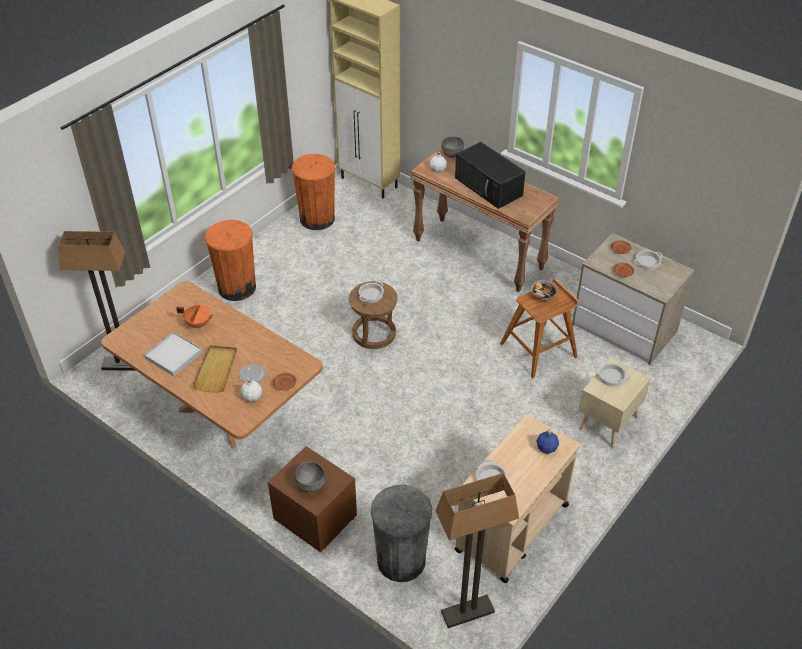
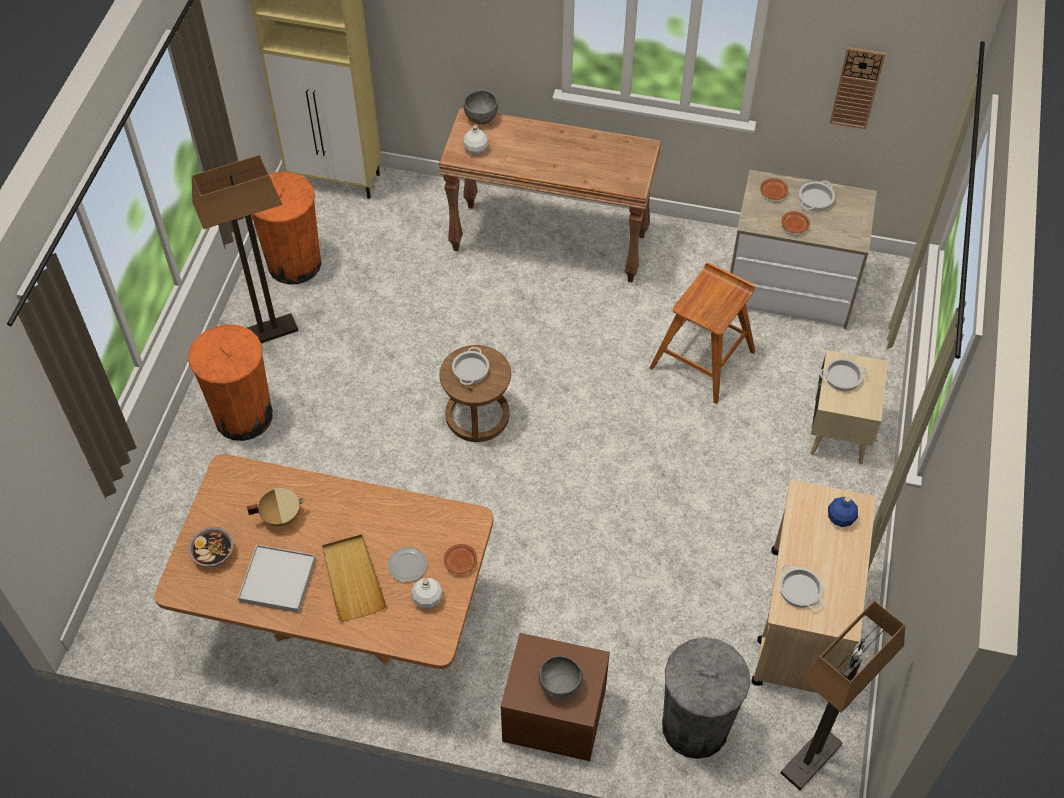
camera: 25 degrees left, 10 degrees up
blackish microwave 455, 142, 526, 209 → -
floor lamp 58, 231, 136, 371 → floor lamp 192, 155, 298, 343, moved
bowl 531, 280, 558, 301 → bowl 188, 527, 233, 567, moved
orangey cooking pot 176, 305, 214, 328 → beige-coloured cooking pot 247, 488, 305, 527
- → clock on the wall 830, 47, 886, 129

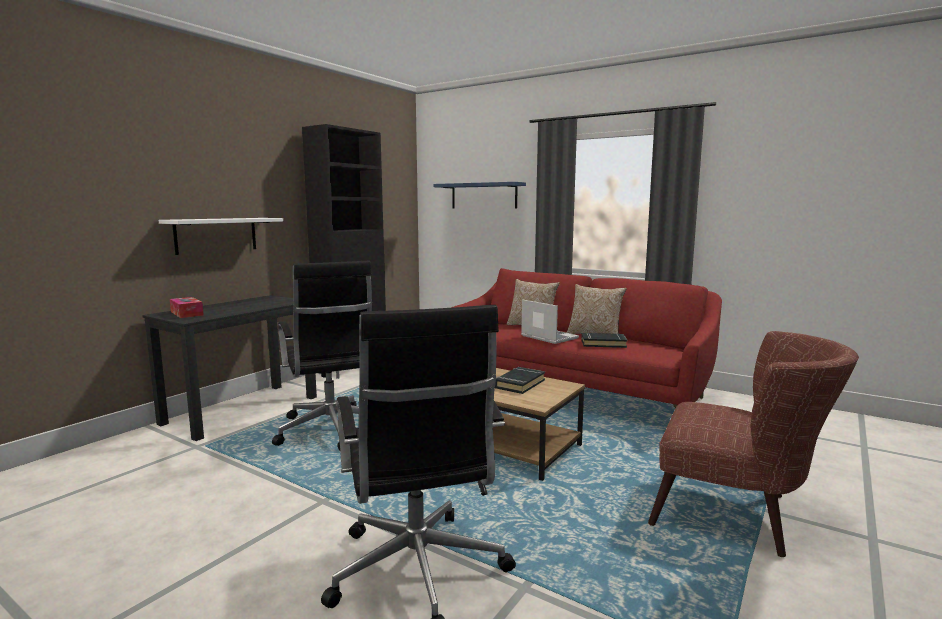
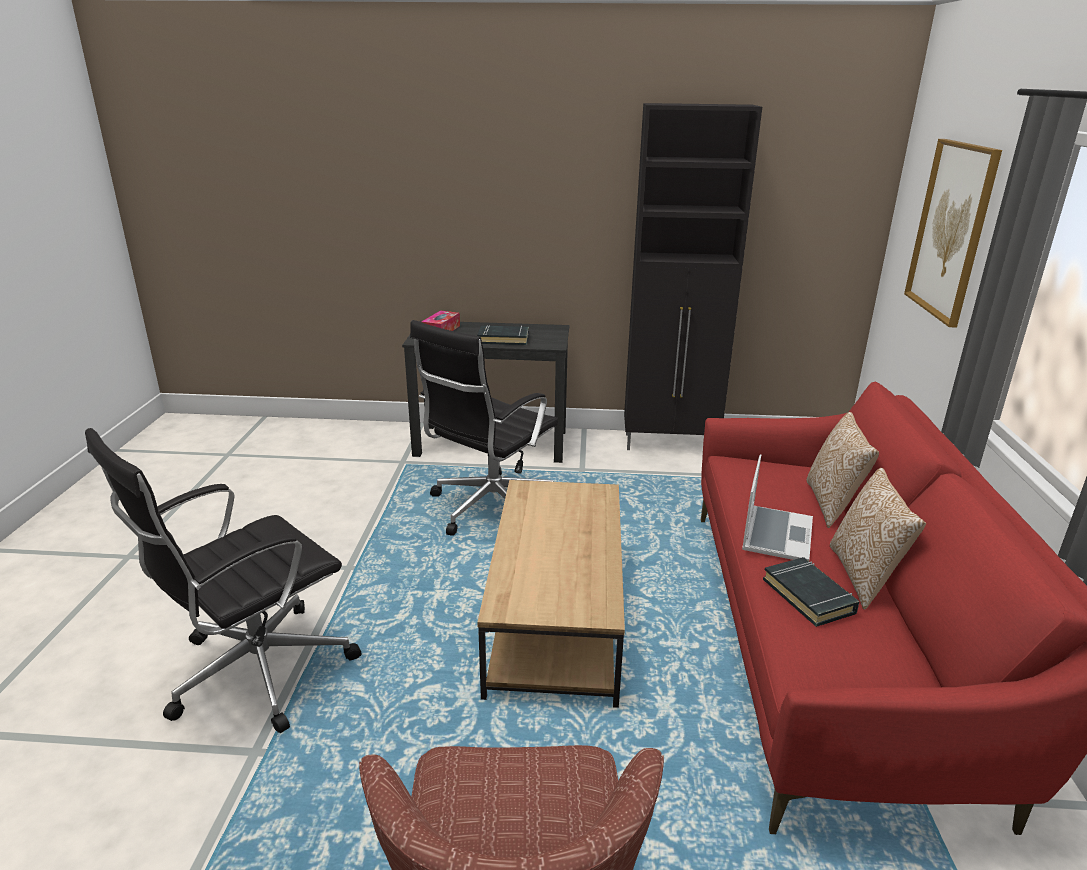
camera: 60 degrees right, 15 degrees up
blue-coloured bracket shelf 434, 182, 526, 209 → picture 904, 139, 1002, 328
white-coloured bracket shelf 159, 218, 283, 255 → -
blackish bound book 495, 367, 545, 394 → blackish bound book 477, 325, 529, 345, moved

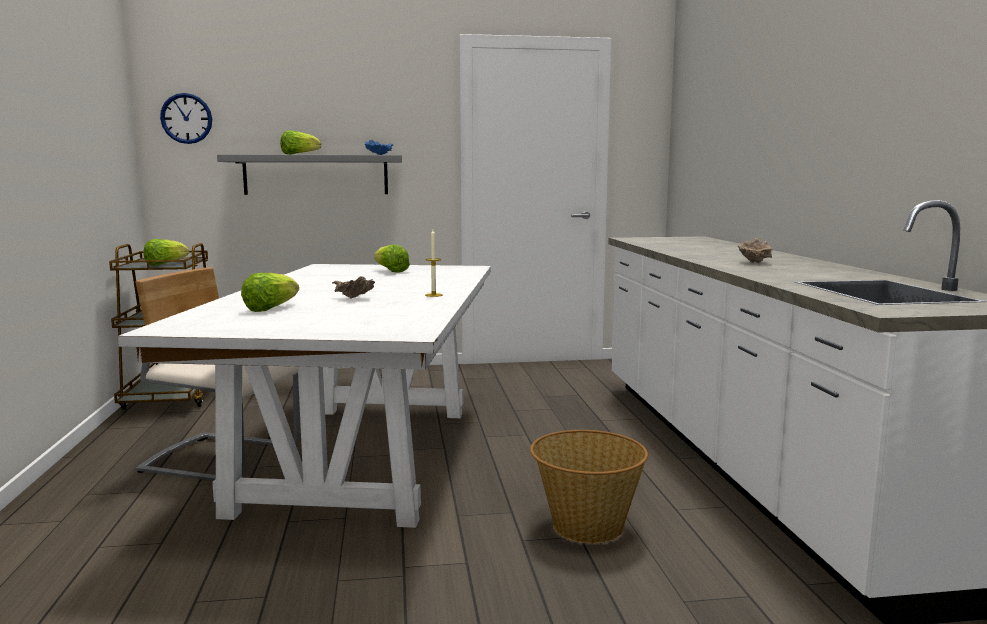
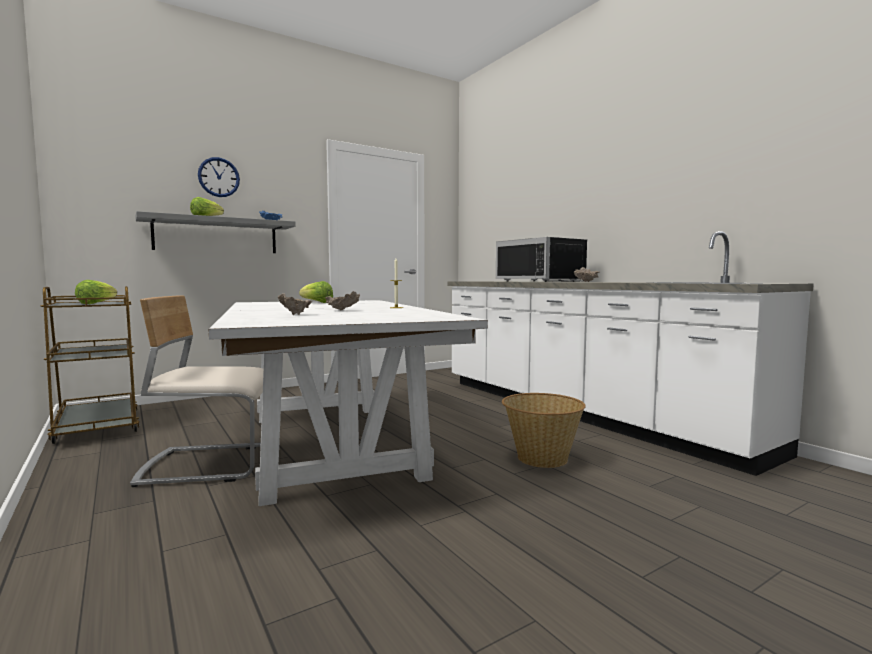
camera: 25 degrees left, 5 degrees down
clock on the wall 160, 93, 212, 144 → clock on the wall 198, 157, 240, 197, moved
lettuce head 241, 273, 299, 312 → beige-coloured bowl 278, 293, 312, 315
- → blackish microwave 496, 237, 587, 282

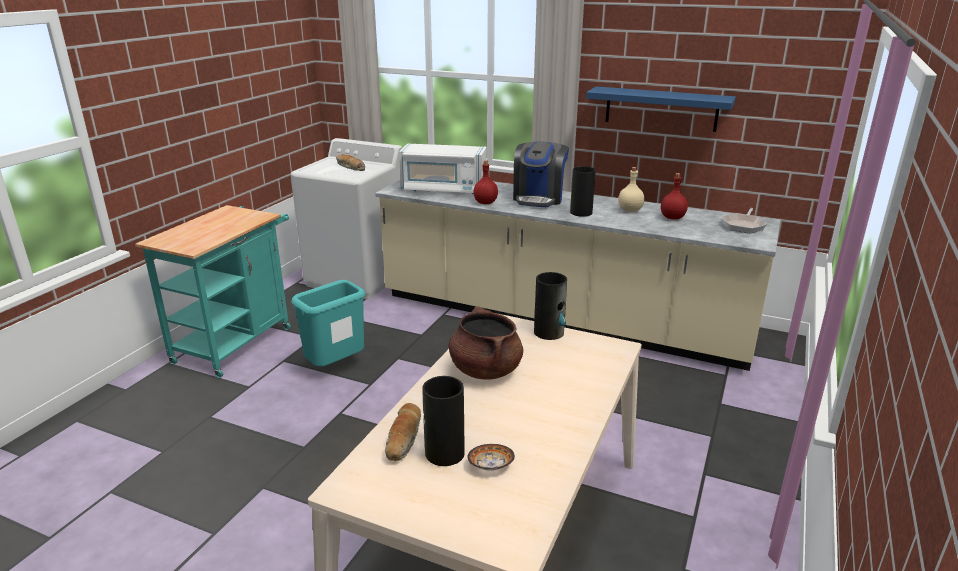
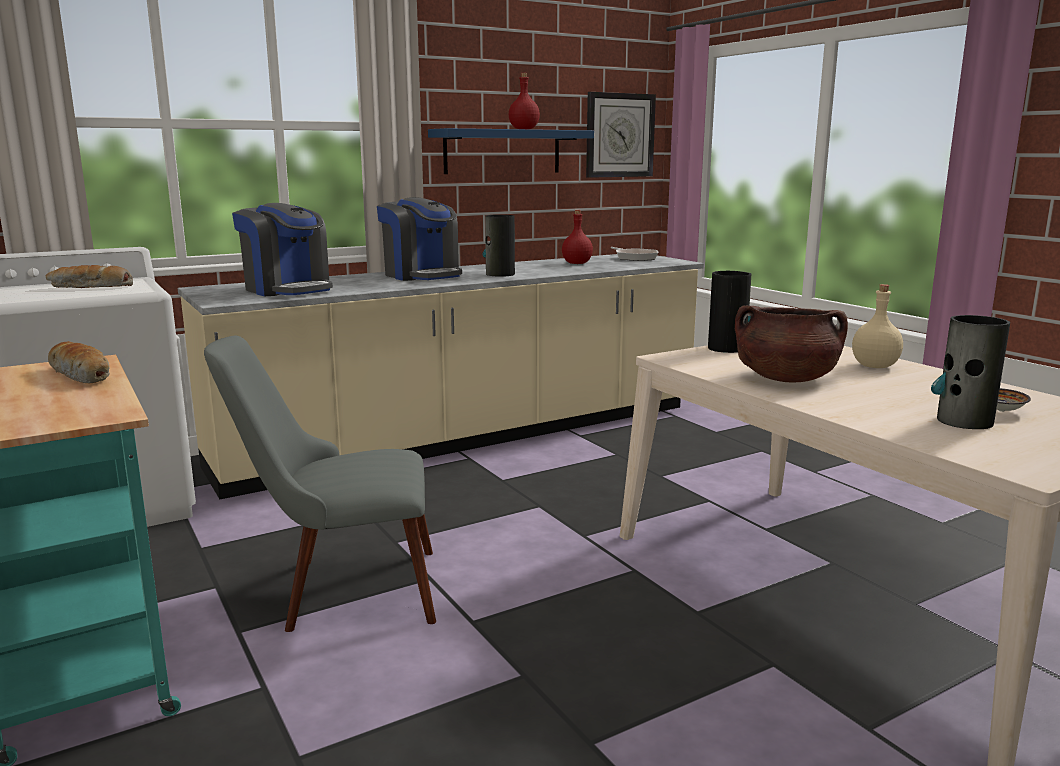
camera: 55 degrees left, 10 degrees down
white-coloured microwave 399, 144, 487, 194 → coffee maker 232, 203, 333, 296
red drink bottle 473, 160, 498, 204 → red drink bottle 509, 73, 540, 129, moved
beige-coloured drink bottle 618, 167, 645, 212 → beige-coloured drink bottle 852, 284, 903, 368, moved
blue-green trash can 291, 280, 366, 366 → gray upright chair 204, 335, 436, 632
bread 385, 403, 421, 461 → bread 48, 341, 110, 383, moved
- → clock on the wall 586, 92, 656, 178

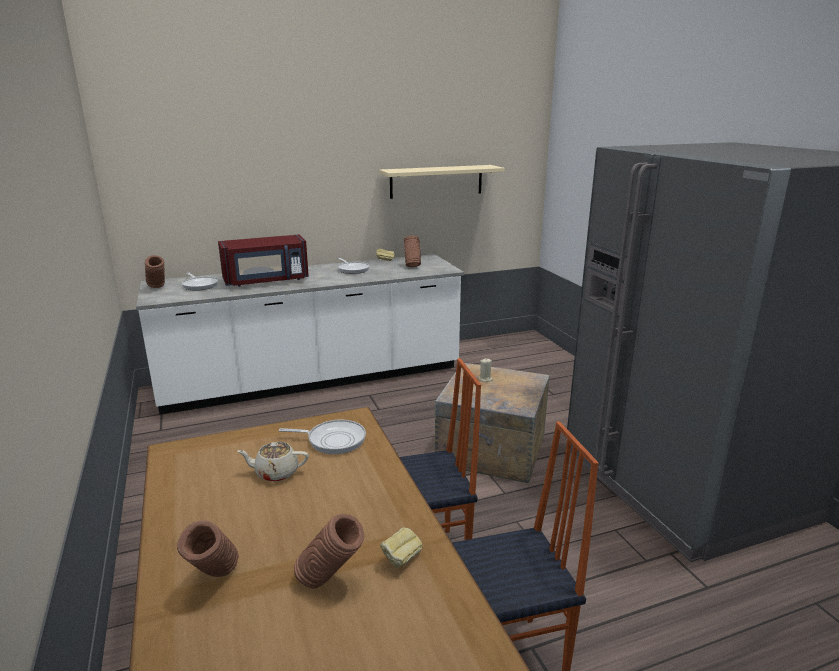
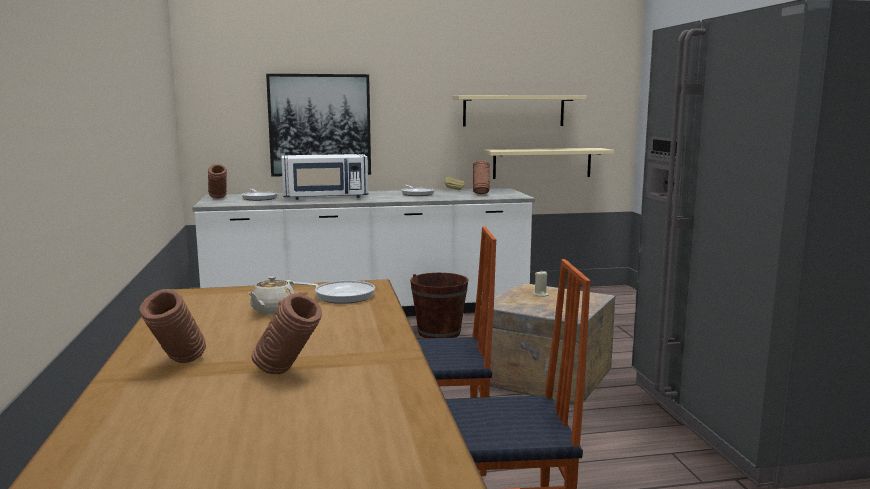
camera: 10 degrees right, 10 degrees down
red microwave 218, 235, 309, 287 → white-coloured microwave 281, 154, 368, 200
beige-coloured pot for tea 237, 442, 309, 482 → beige-coloured pot for tea 248, 276, 295, 314, 75 degrees counterclockwise
bread 380, 528, 423, 568 → -
- → picture 266, 74, 371, 177
- → beige-coloured bracket shelf 483, 148, 614, 179
- → brown-coloured pail 410, 273, 469, 338

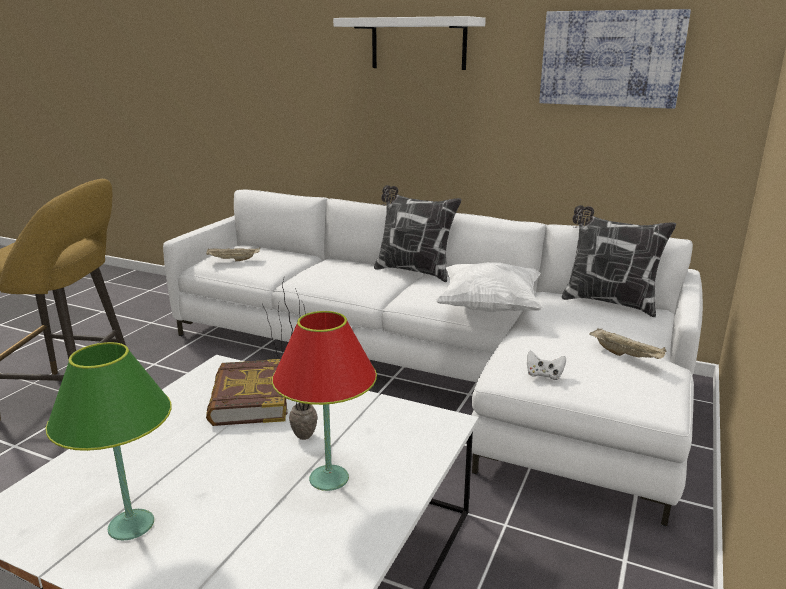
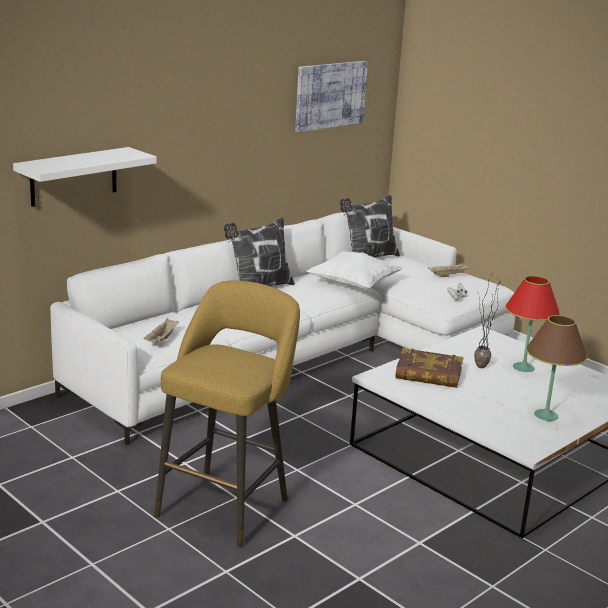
camera: 70 degrees left, 0 degrees up
white-coloured bracket shelf 333, 16, 486, 70 → white-coloured bracket shelf 13, 147, 157, 207, moved
green tabletop lamp 46, 342, 172, 540 → brown-coloured tabletop lamp 526, 315, 587, 421

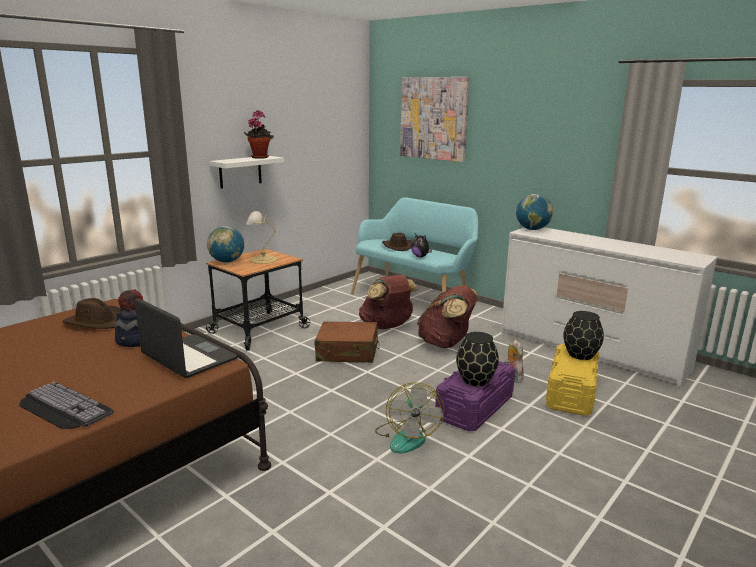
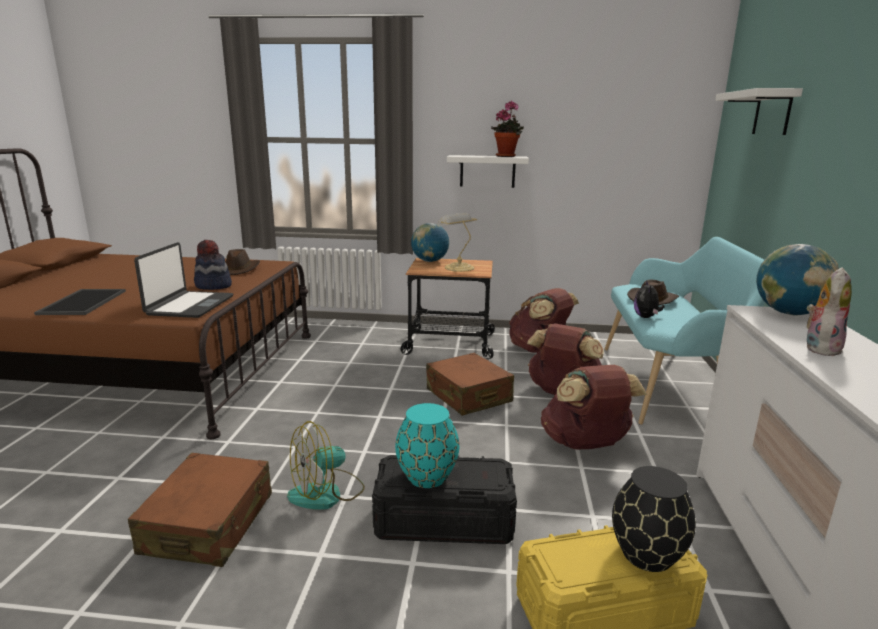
camera: 55 degrees right, 0 degrees up
picture 400, 77, 470, 162 → white-coloured bracket shelf 715, 88, 803, 135
blackish vase 456, 332, 499, 386 → blue-green vase 395, 403, 459, 488
cuddly toy 506, 340, 524, 383 → cuddly toy 803, 267, 852, 356, moved
purple storage container 435, 361, 515, 431 → blackish storage container 372, 455, 517, 544
keyboard 19, 382, 114, 429 → serving tray 34, 289, 126, 315
- → brown-coloured knapsack 509, 288, 579, 353
- → brown-coloured suitcase 128, 453, 272, 567

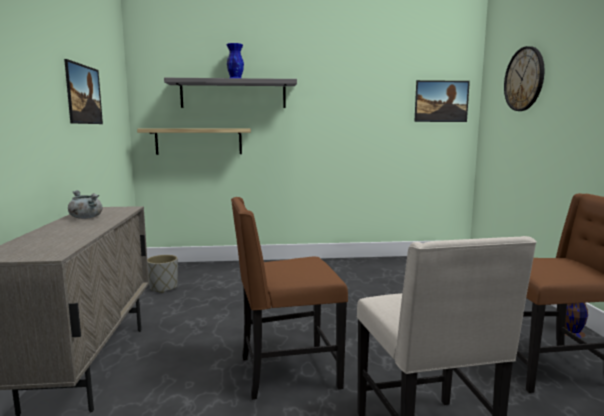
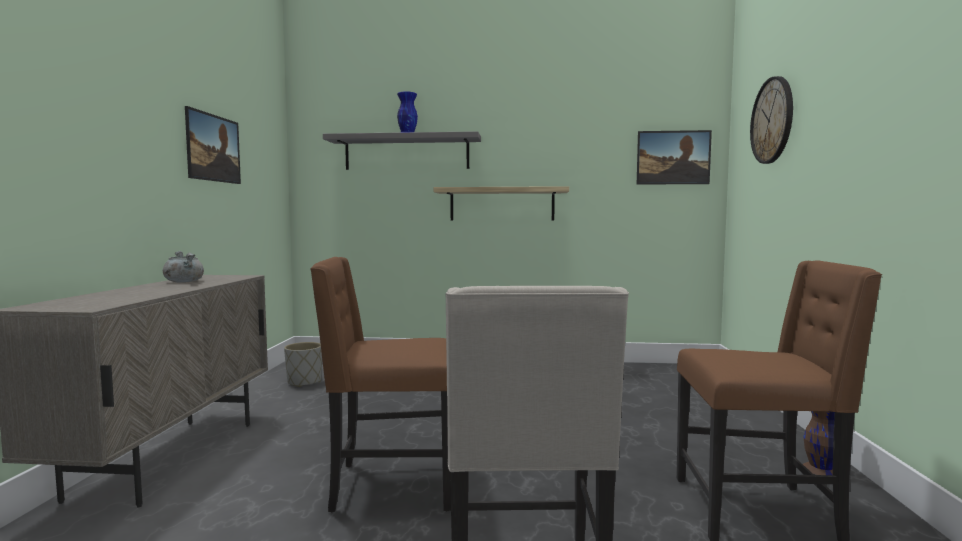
camera: 10 degrees right, 5 degrees down
bracket shelf 137, 128, 251, 155 → bracket shelf 433, 186, 569, 220, moved

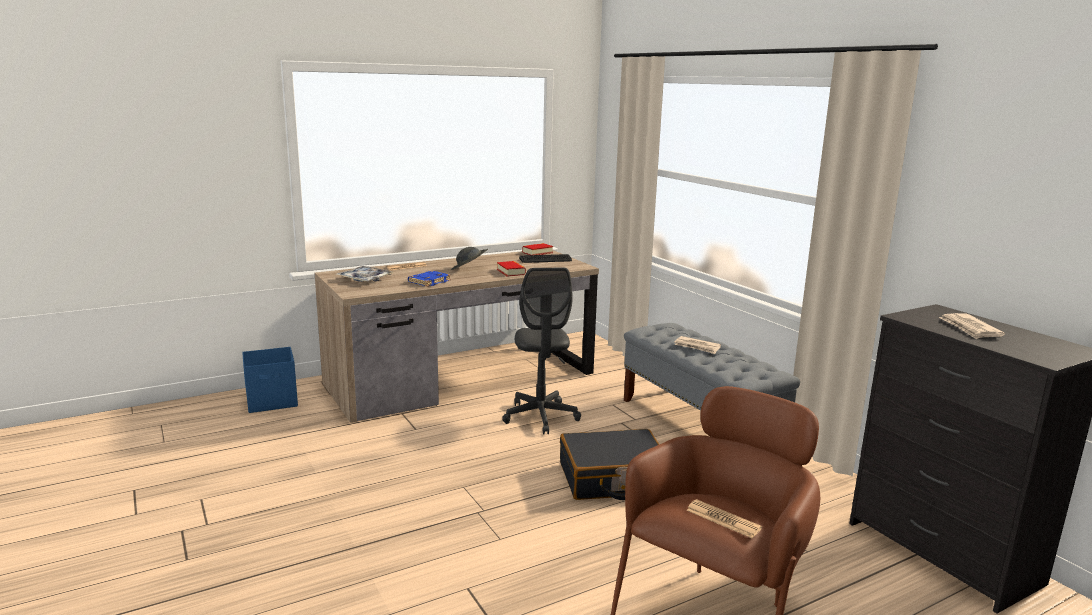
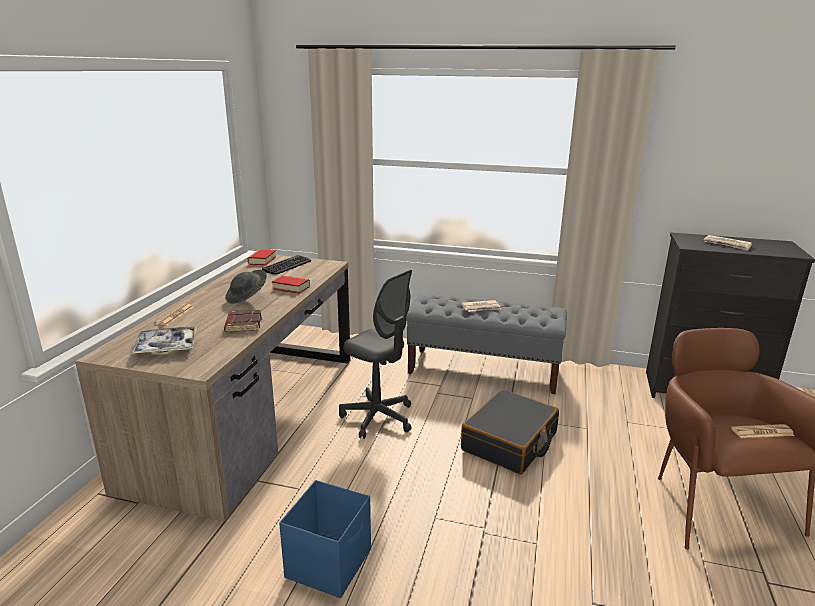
camera: 45 degrees left, 5 degrees up
blue-coloured bound book 408, 271, 451, 287 → brown-coloured bound book 224, 309, 262, 332
blue-coloured storage container 243, 347, 298, 413 → blue-coloured storage container 279, 480, 371, 598, moved

